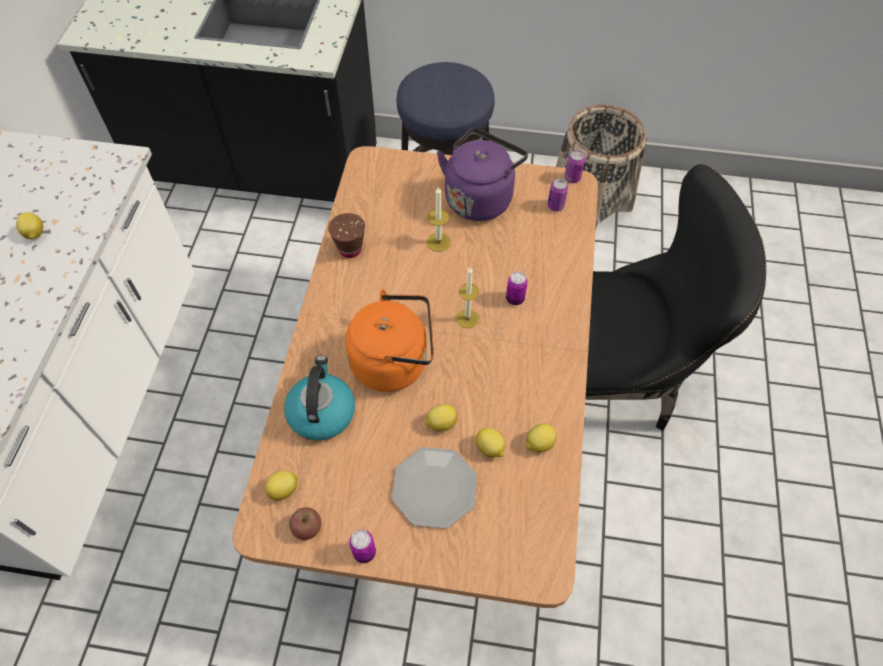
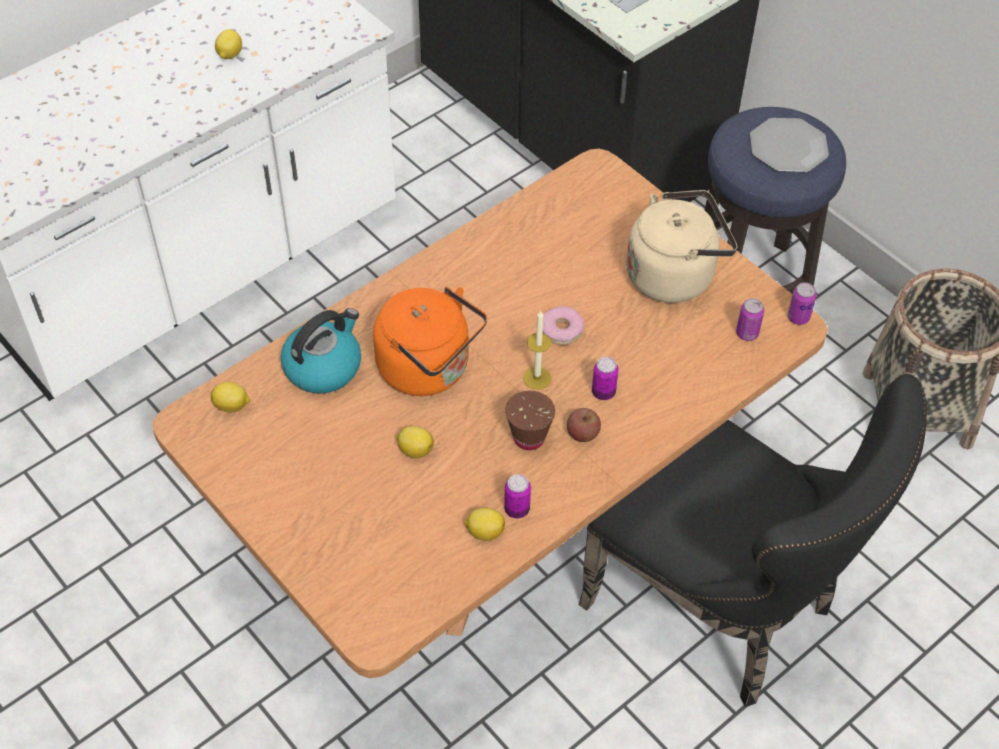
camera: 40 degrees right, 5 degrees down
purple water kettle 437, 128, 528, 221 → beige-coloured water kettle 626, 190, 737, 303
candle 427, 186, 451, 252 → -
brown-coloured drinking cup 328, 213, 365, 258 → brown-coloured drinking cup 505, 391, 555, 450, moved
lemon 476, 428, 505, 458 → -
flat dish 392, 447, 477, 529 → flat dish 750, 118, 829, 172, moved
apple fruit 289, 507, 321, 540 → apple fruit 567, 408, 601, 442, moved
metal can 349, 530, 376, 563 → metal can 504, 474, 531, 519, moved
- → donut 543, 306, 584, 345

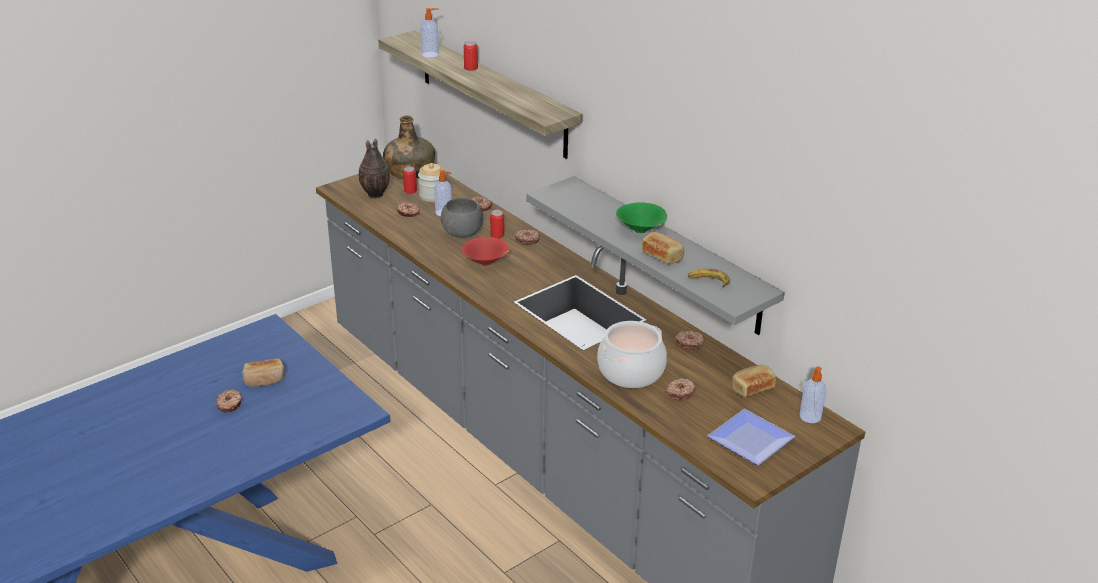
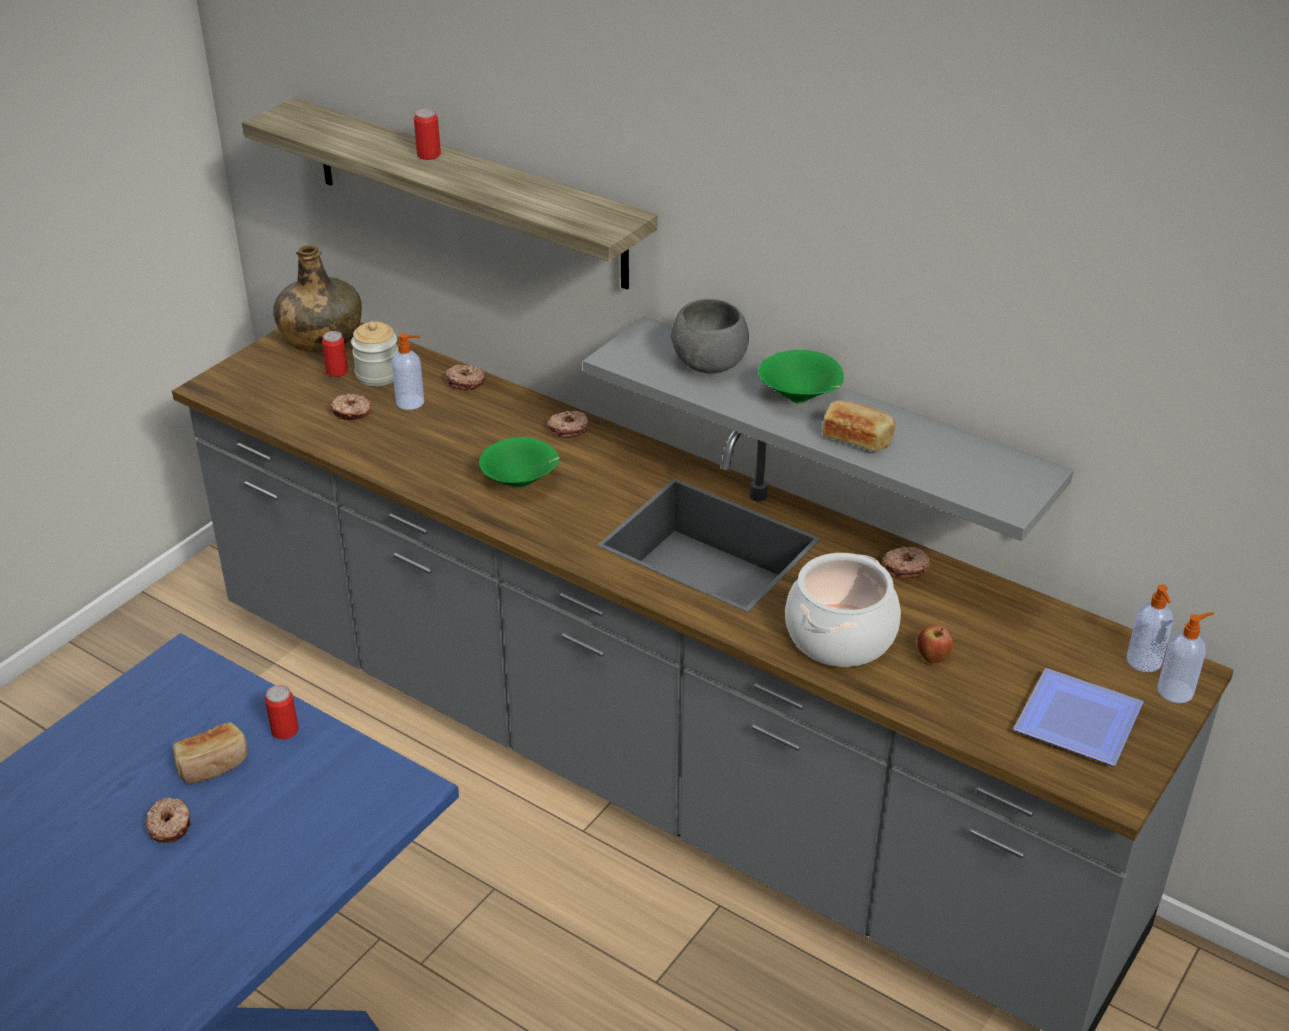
camera: 15 degrees left, 5 degrees up
soap dispenser 420, 8, 439, 57 → soap dispenser 1157, 612, 1214, 703, moved
vase 359, 138, 390, 199 → -
gray bowl 441, 198, 483, 238 → gray bowl 671, 299, 749, 373, moved
metal can 490, 210, 504, 239 → metal can 265, 685, 299, 739, moved
red bowl 462, 237, 509, 266 → green bowl 479, 437, 559, 488
whole banana 688, 269, 730, 287 → -
bread 732, 365, 776, 397 → -
donut 666, 378, 696, 400 → apple fruit 918, 625, 953, 663

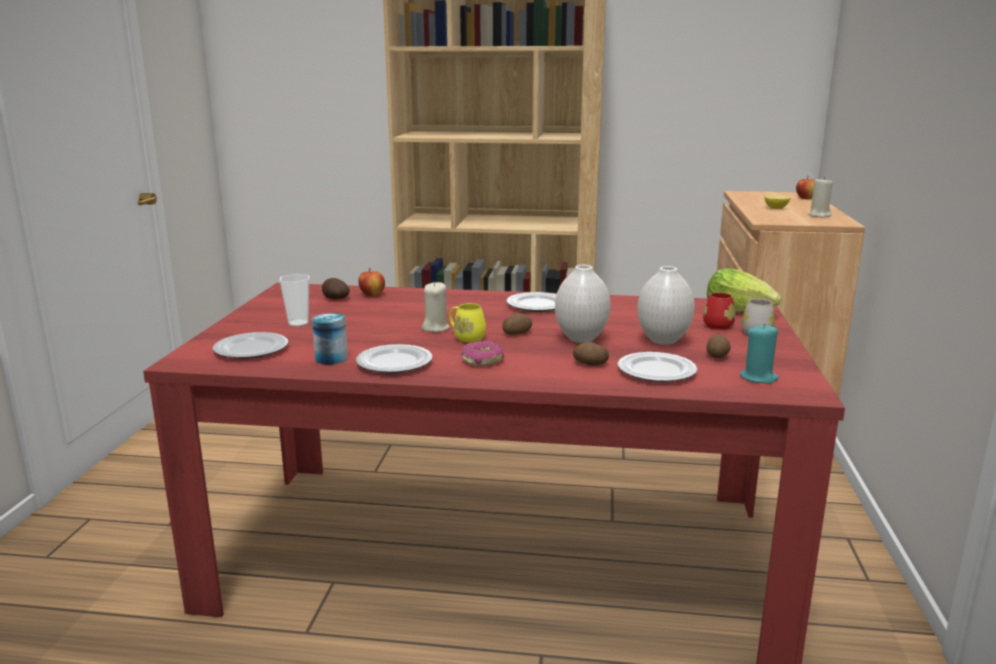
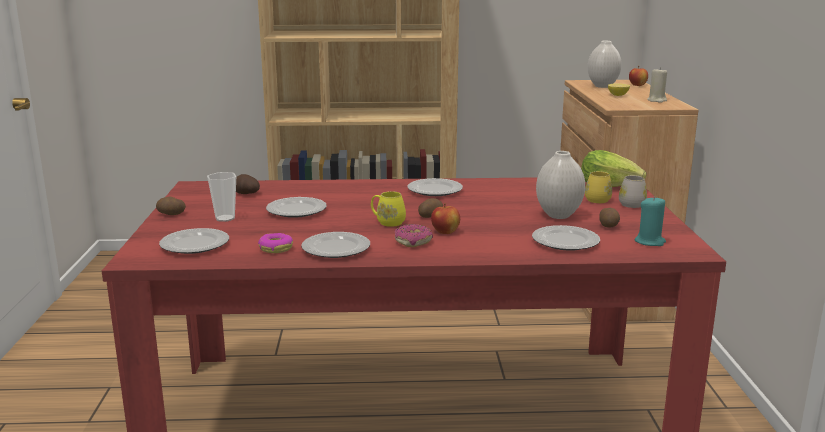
camera: 10 degrees left, 0 degrees up
white-coloured vase 555, 265, 611, 343 → white-coloured vase 588, 41, 622, 88, moved
apple fruit 359, 268, 385, 296 → apple fruit 431, 203, 460, 234, moved
beige-coloured candle 421, 282, 450, 332 → -
red coffee mug 703, 292, 735, 330 → yellowish coffee mug 585, 171, 612, 203
metal can 312, 313, 348, 365 → donut 258, 233, 293, 253
spud 573, 342, 609, 366 → spud 156, 197, 186, 215, moved
- → flat dish 266, 197, 327, 218

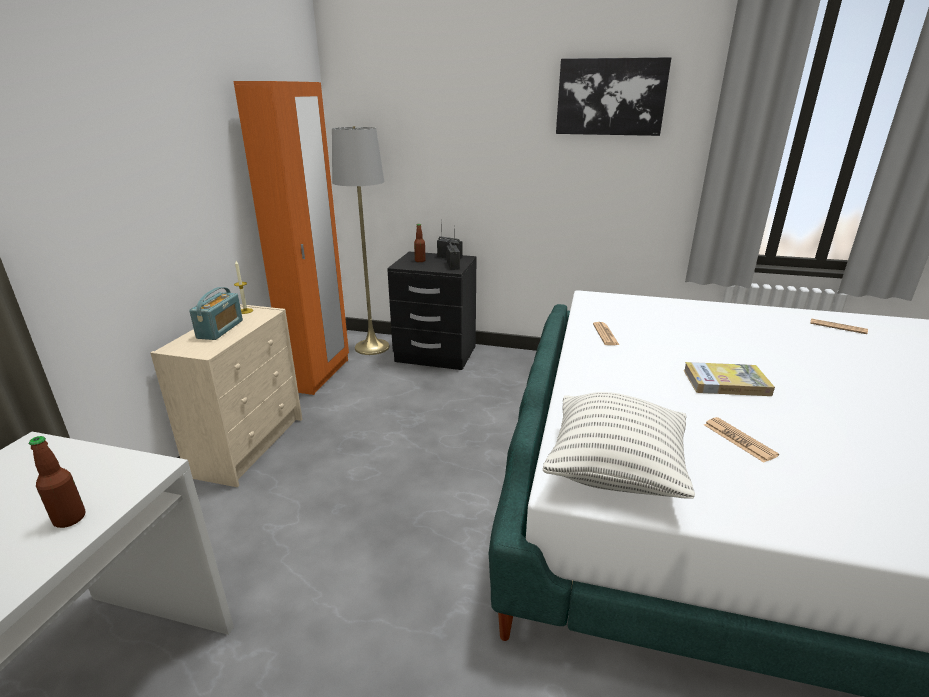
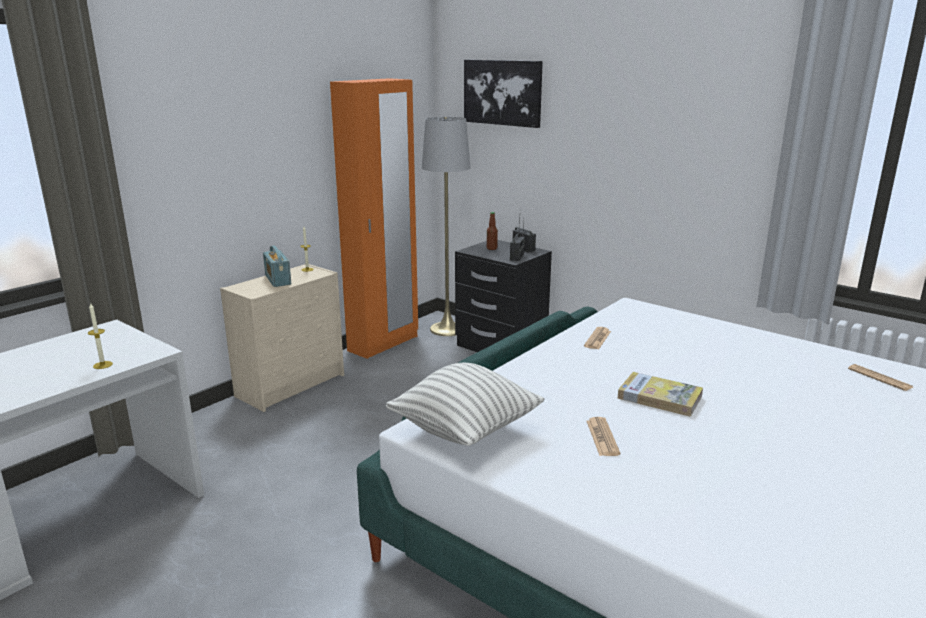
camera: 25 degrees right, 5 degrees down
picture 556, 57, 671, 136 → picture 464, 59, 543, 128, moved
radio receiver 189, 287, 243, 340 → radio receiver 263, 246, 291, 287, 120 degrees clockwise
drink bottle 29, 436, 86, 528 → candle 88, 303, 113, 369

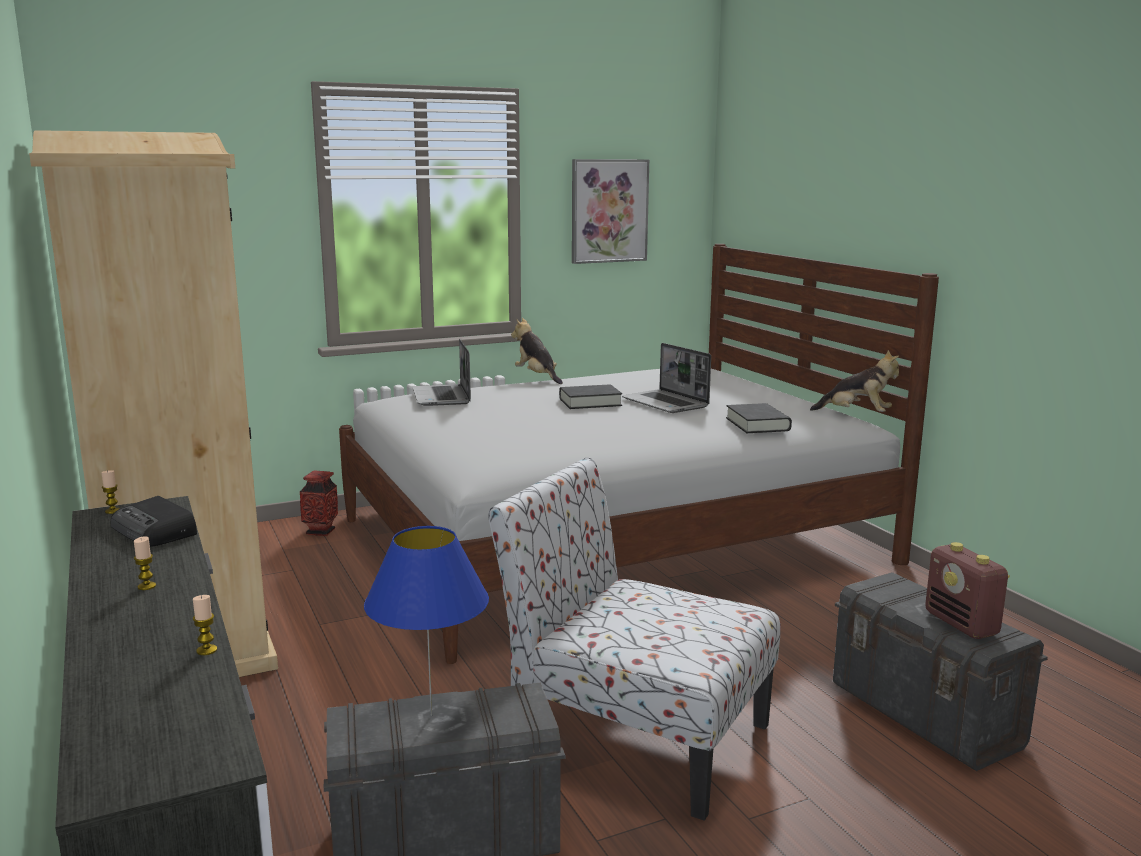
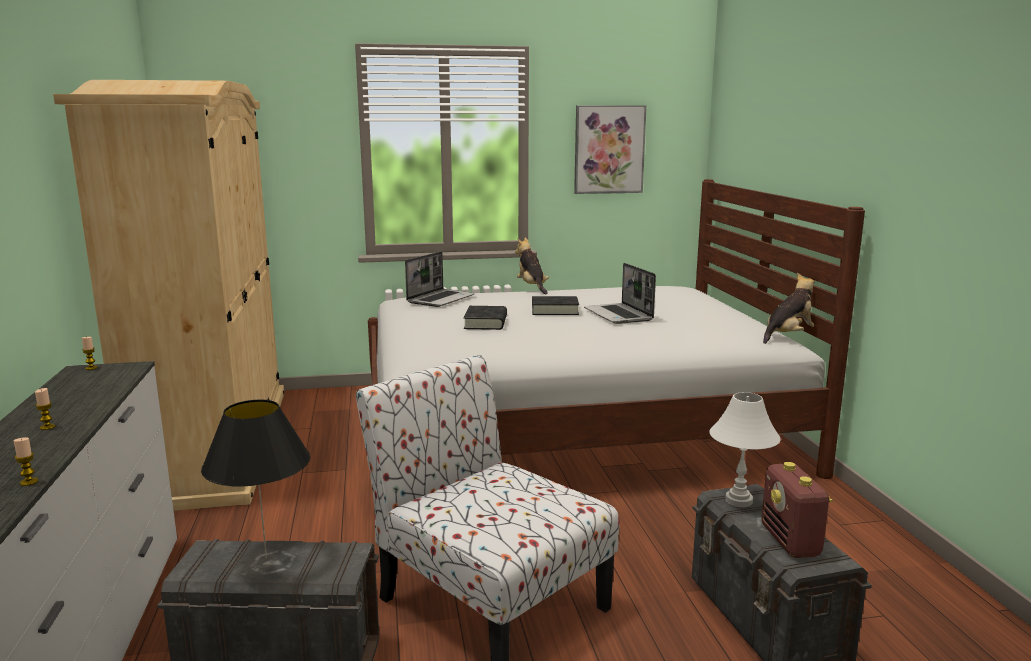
camera: 15 degrees right, 0 degrees up
laptop 412, 339, 471, 406 → laptop 405, 252, 475, 307, 150 degrees counterclockwise
cuddly toy 810, 350, 899, 412 → cuddly toy 763, 272, 815, 344, 75 degrees counterclockwise
blackish bound book 726, 403, 792, 433 → blackish bound book 464, 306, 507, 330, moved
vase 300, 470, 338, 536 → -
radio receiver 111, 496, 197, 547 → -
blue-coloured tabletop lamp 364, 526, 489, 716 → blackish tabletop lamp 201, 400, 310, 559
- → white-coloured tabletop lamp 710, 392, 781, 507

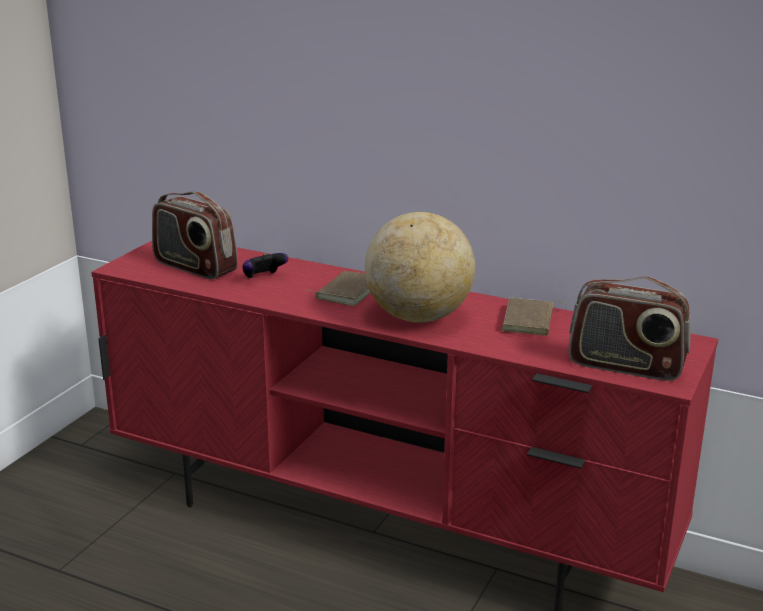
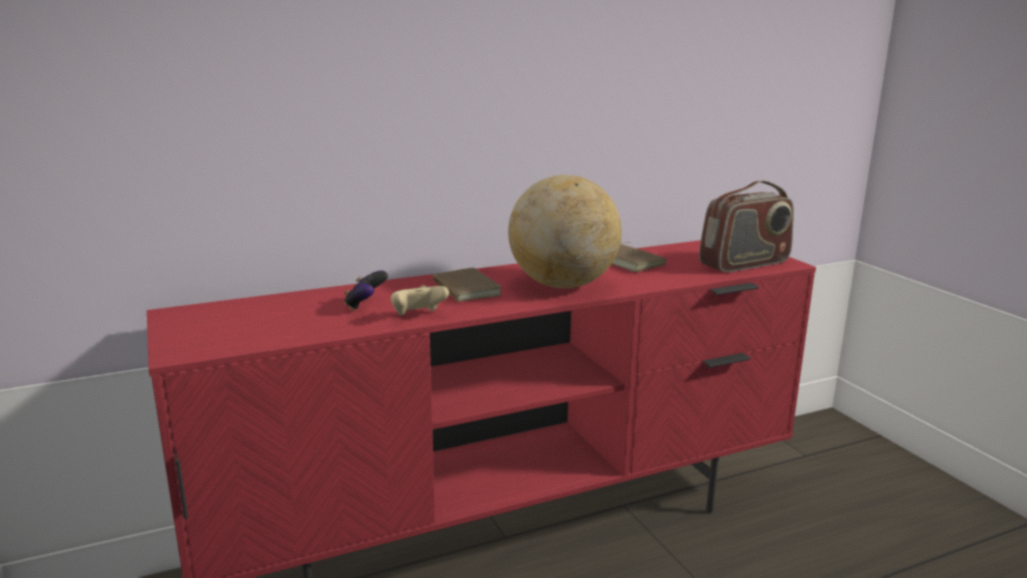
camera: 50 degrees left, 5 degrees down
radio receiver 152, 192, 238, 279 → -
- → beige-coloured game controller 391, 285, 449, 315

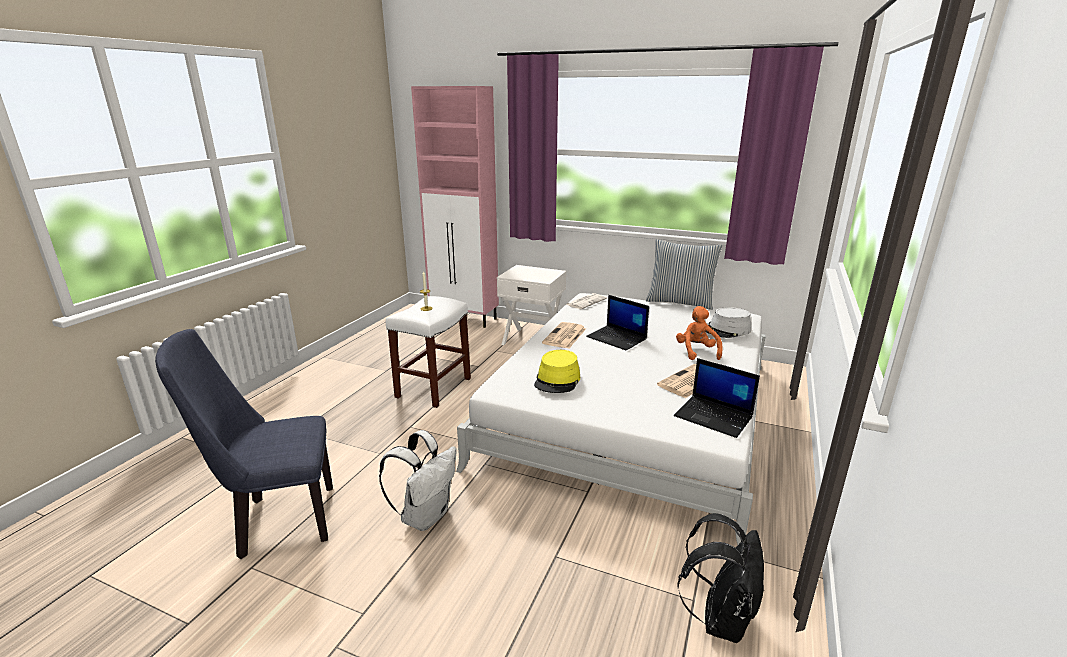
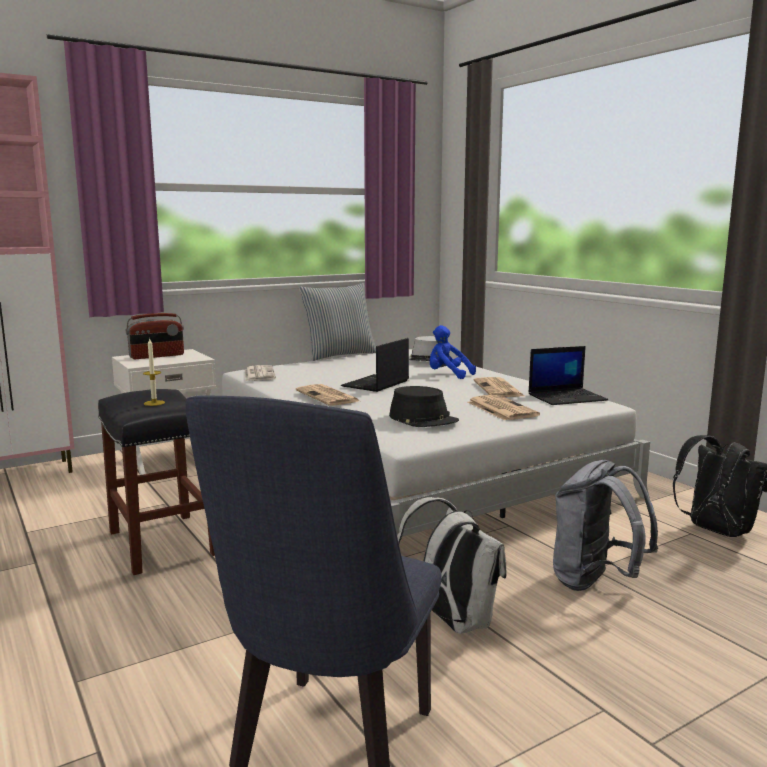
camera: 55 degrees left, 10 degrees down
laptop 586, 295, 649, 350 → laptop 340, 338, 409, 392, 135 degrees clockwise
white-coloured stool seat 386, 296, 471, 408 → blackish stool seat 98, 389, 215, 575
orangey cuddly toy 676, 306, 723, 360 → blue-coloured cuddly toy 430, 325, 476, 379
yellowish clothing hat 534, 350, 580, 393 → blackish clothing hat 389, 386, 459, 427
- → radio receiver 126, 313, 184, 359
- → newspaper 468, 395, 540, 421
- → gray knapsack 553, 460, 658, 591

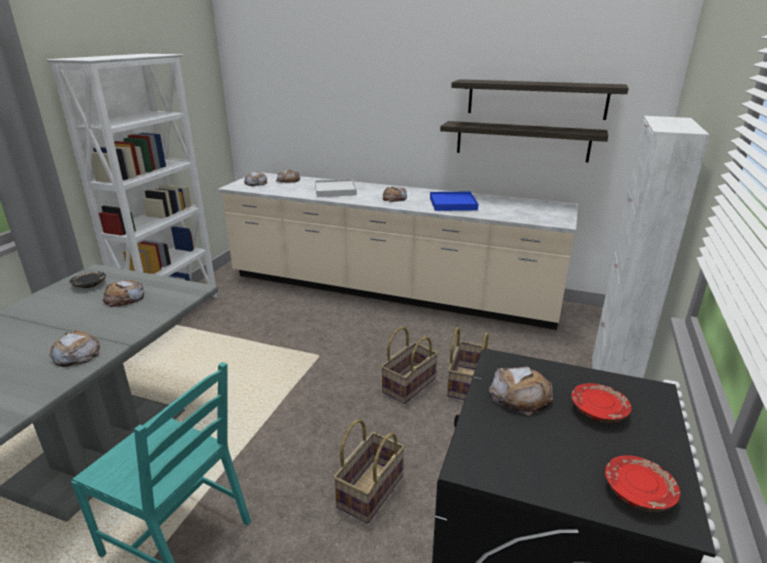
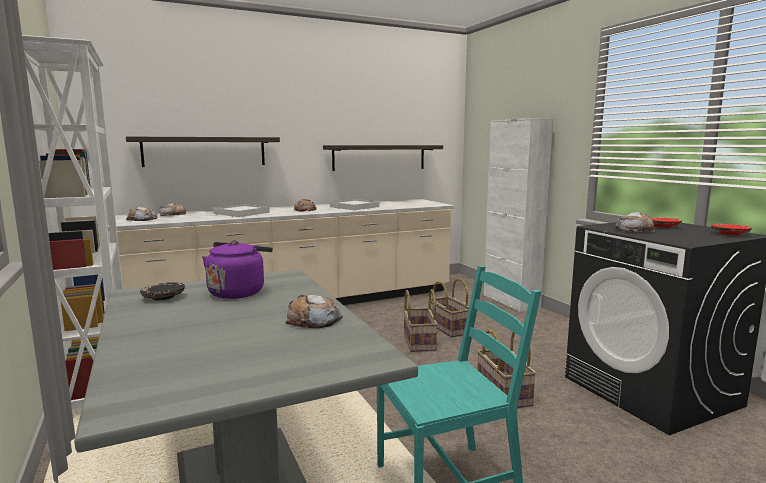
camera: 45 degrees left, 15 degrees down
bracket shelf 451, 79, 629, 120 → bracket shelf 126, 137, 280, 167, moved
blue-coloured serving tray 430, 192, 478, 211 → white-coloured serving tray 330, 199, 380, 210
bread 103, 280, 144, 307 → purple water kettle 202, 241, 273, 299

